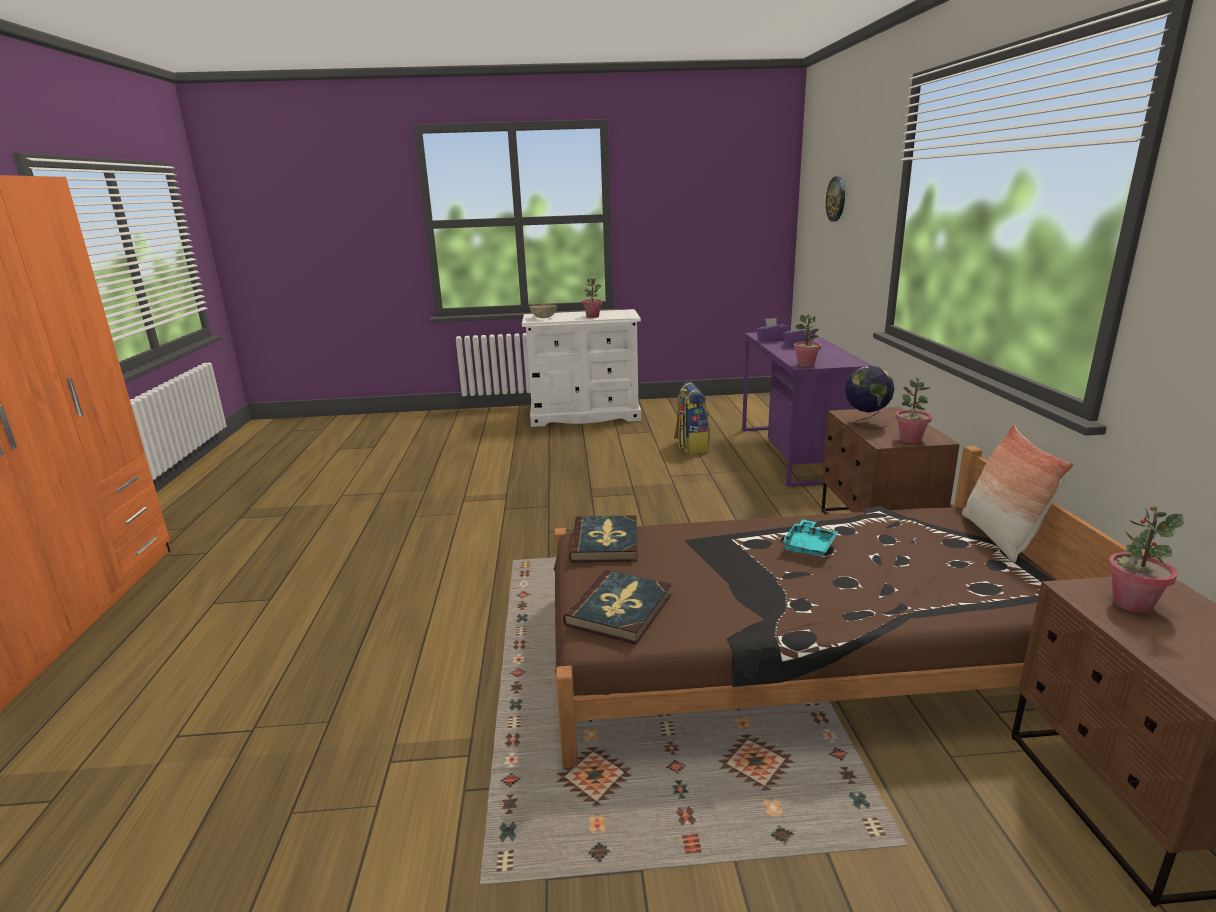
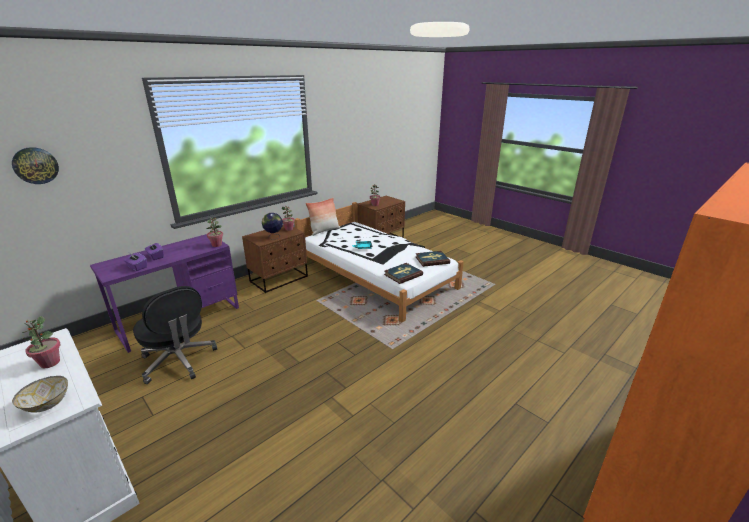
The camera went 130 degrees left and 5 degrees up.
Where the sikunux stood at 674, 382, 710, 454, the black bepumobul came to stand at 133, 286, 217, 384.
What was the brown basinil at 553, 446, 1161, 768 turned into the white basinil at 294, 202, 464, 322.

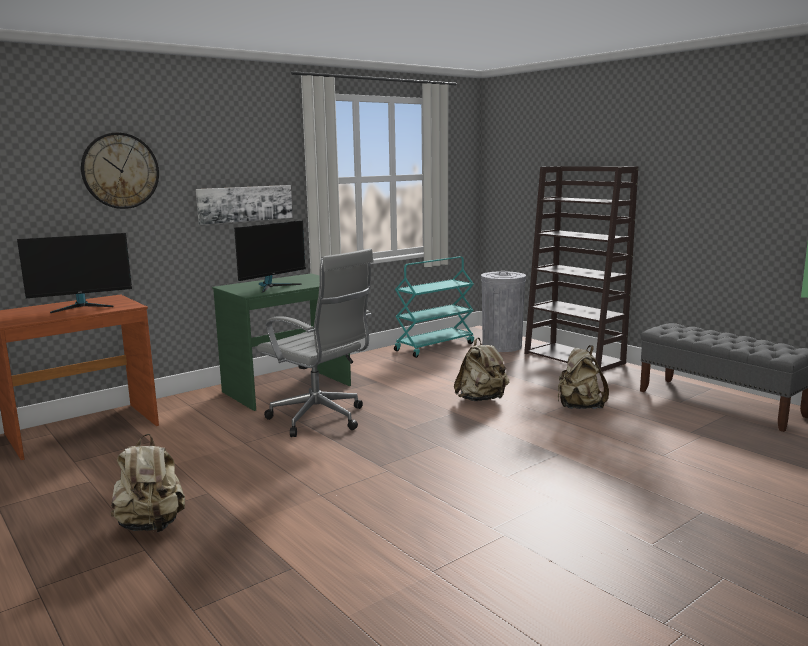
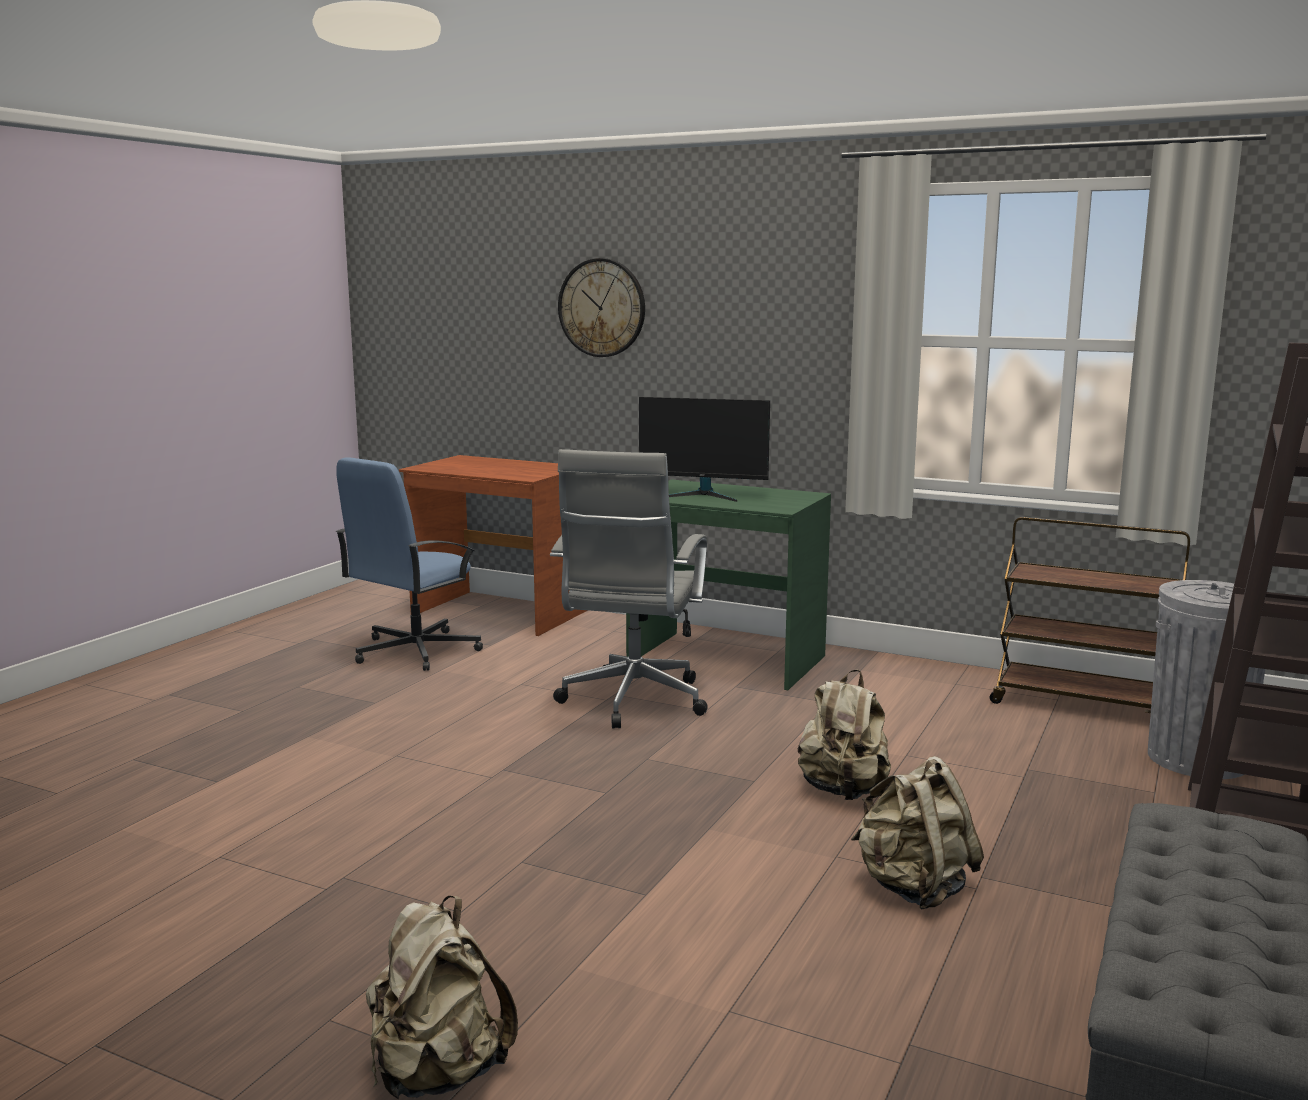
The camera went 65 degrees right and 0 degrees up.
The second view lost the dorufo at 17, 233, 132, 313.
The second view lost the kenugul at 196, 185, 293, 225.
The second view gained the blue bepumobul at 335, 457, 483, 671.
The beige sikunux ended up elsewhere, having gone from 111, 434, 185, 532 to 366, 896, 518, 1100.
What was the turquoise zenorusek at 394, 256, 474, 358 turned into the brown zenorusek at 990, 517, 1190, 714.

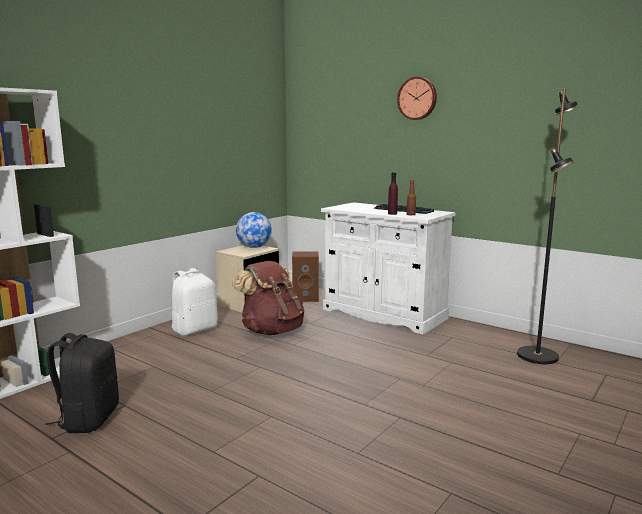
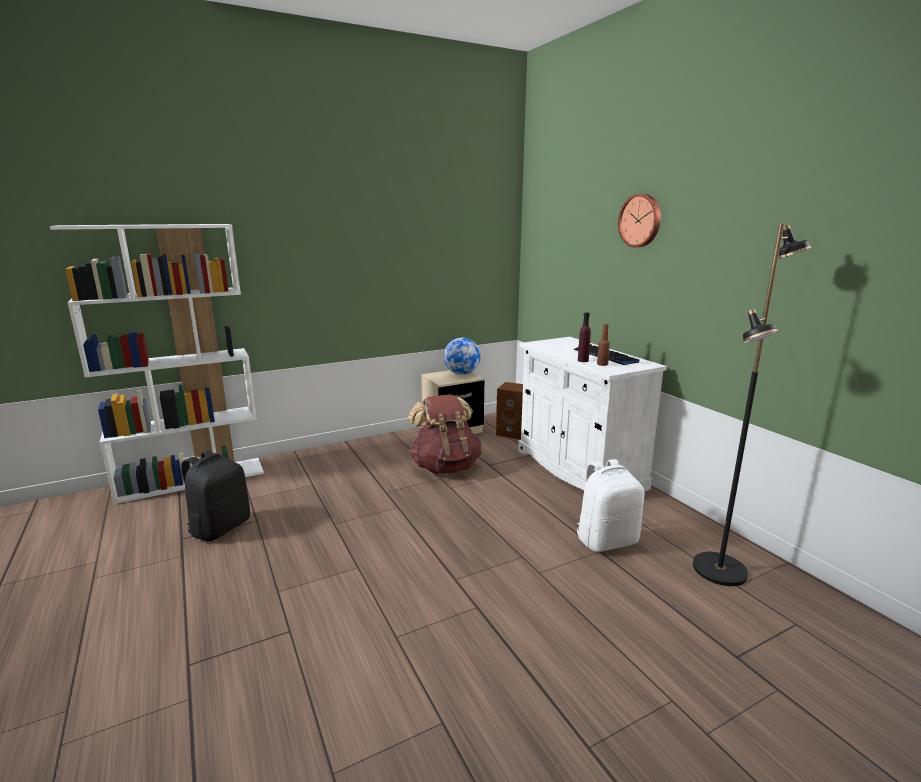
The camera went 25 degrees right and 5 degrees up.
The white sikunux ended up elsewhere, having gone from 172, 268, 218, 336 to 577, 459, 644, 552.

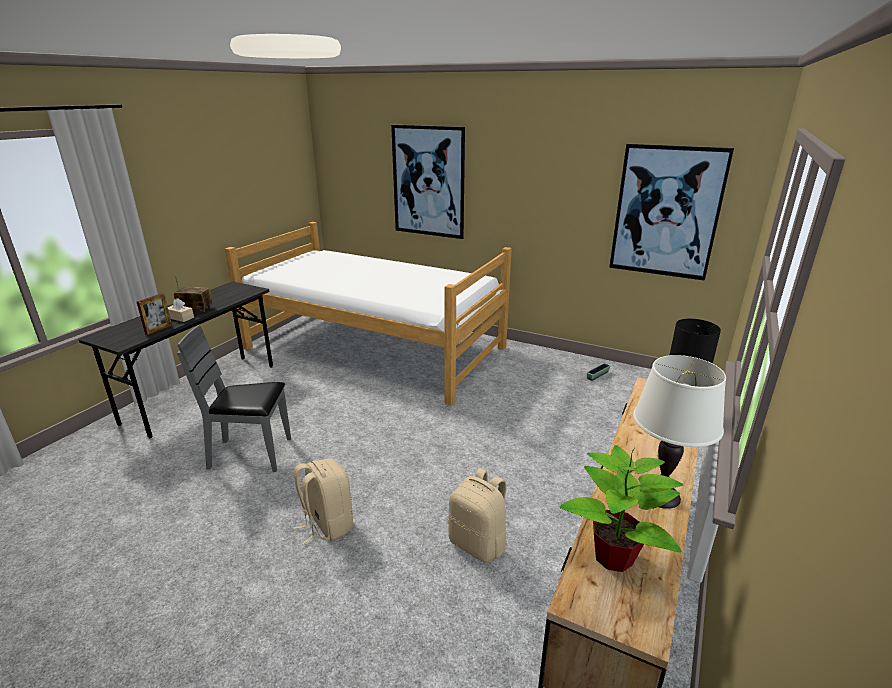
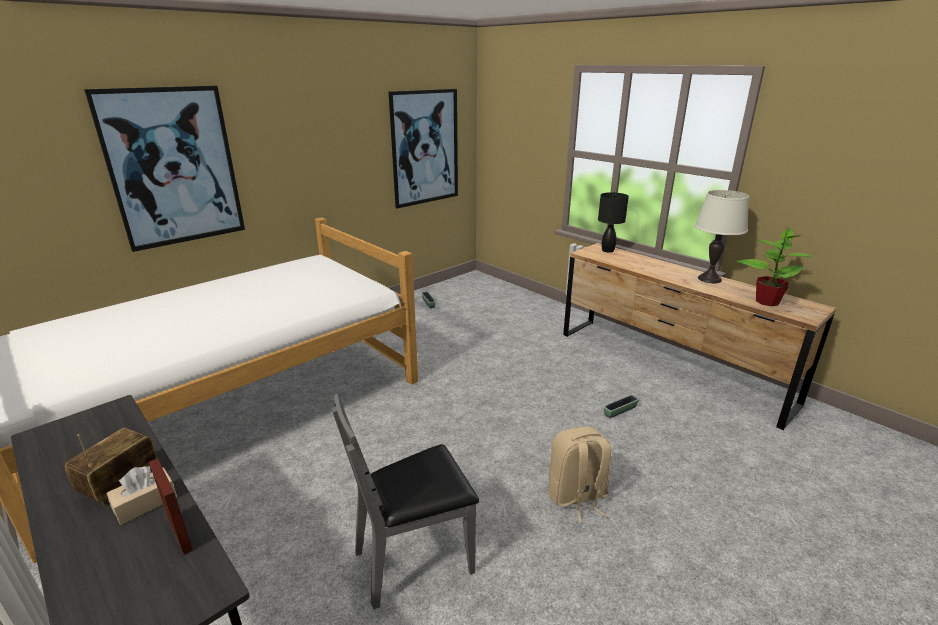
The camera went 70 degrees left and 0 degrees up.
Where the beige sikunux stood at 448, 468, 507, 563, the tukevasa came to stand at 603, 395, 639, 418.
The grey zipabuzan at 177, 325, 291, 472 ended up facing another way, 45 degrees clockwise from before.

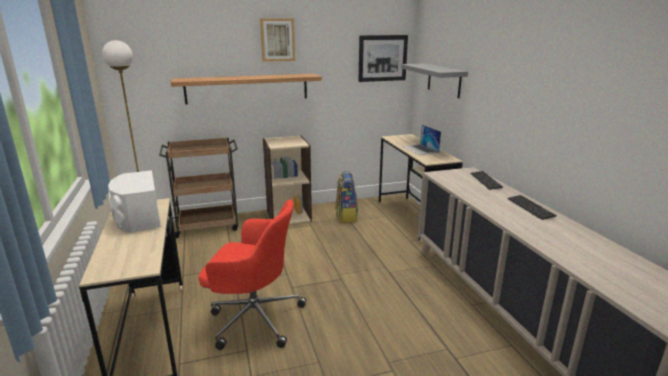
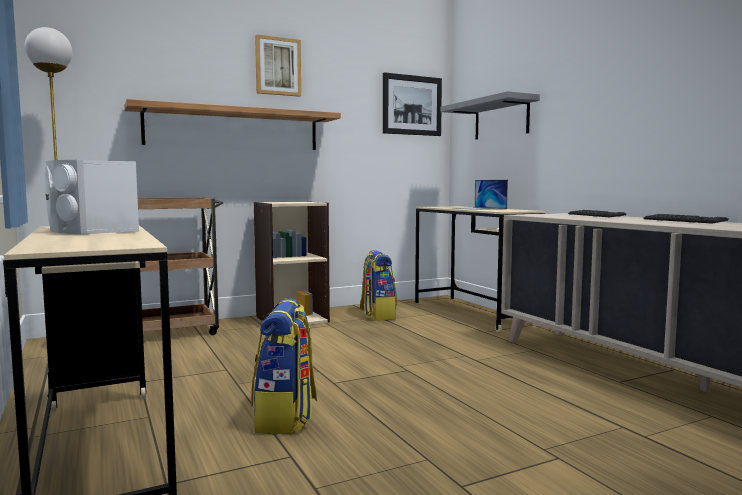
The camera went 10 degrees left and 15 degrees down.
Where the red bepumobul stood at 199, 199, 306, 350, the sikunux came to stand at 251, 299, 317, 434.

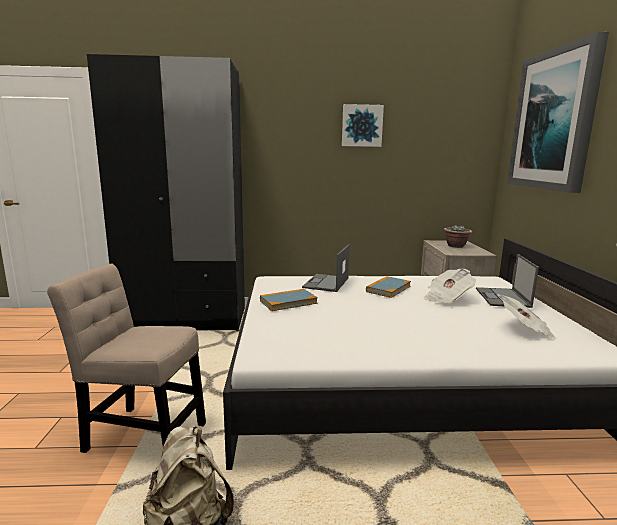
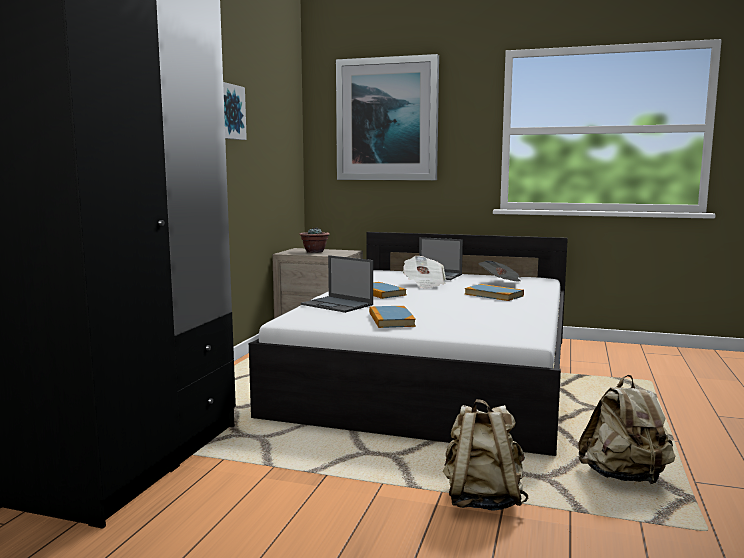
The camera went 70 degrees left and 5 degrees down.
The second view gained the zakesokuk at 465, 284, 524, 301.
Where the beige zipabuzan stood at 47, 264, 206, 453, the beige sikunux came to stand at 443, 399, 529, 511.

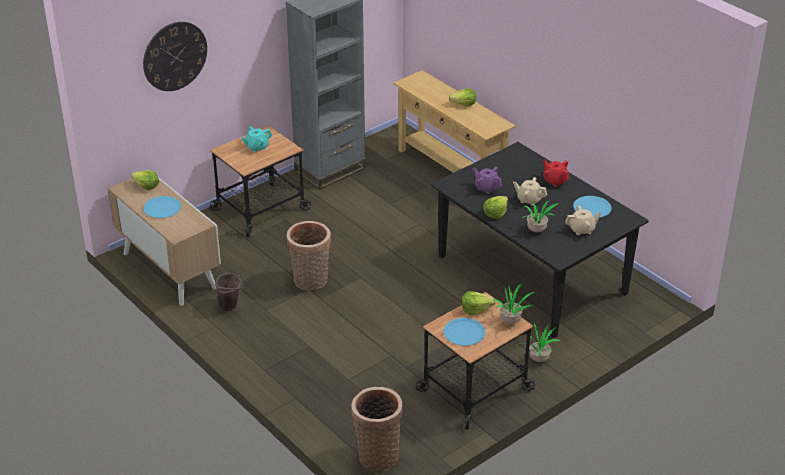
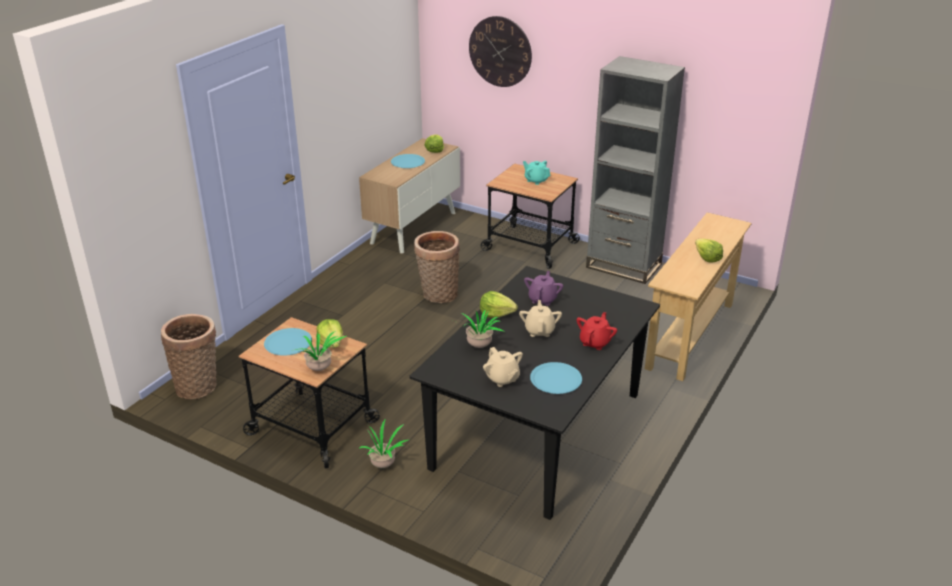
The camera went 70 degrees right and 5 degrees down.
The second view lost the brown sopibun at 215, 273, 243, 311.

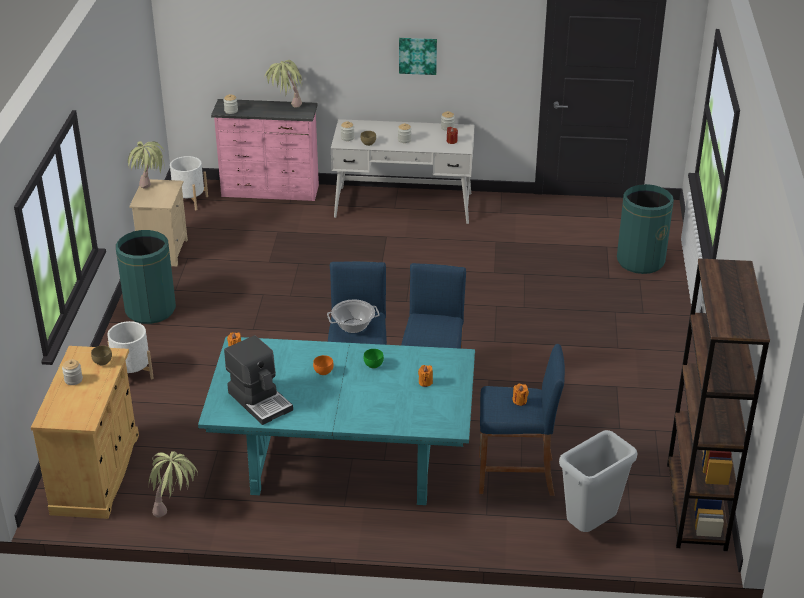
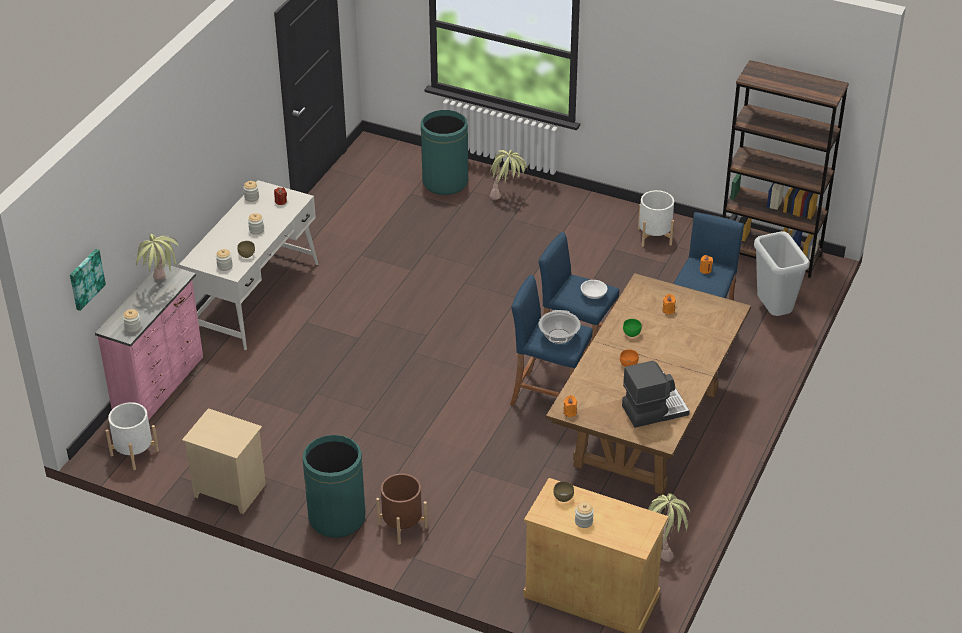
The camera went 70 degrees left and 5 degrees up.
The second view gained the brown tukevasa at 376, 473, 428, 544.
The second view gained the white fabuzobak at 581, 280, 607, 299.
The white tukevasa ended up elsewhere, having gone from 107, 321, 154, 379 to 638, 190, 674, 247.
The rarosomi ended up elsewhere, having gone from 128, 141, 165, 189 to 490, 150, 528, 200.
The kenugul ended up elsewhere, having gone from 399, 38, 437, 75 to 70, 249, 106, 311.
What was the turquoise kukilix at 198, 336, 475, 505 turned into the brown kukilix at 546, 273, 751, 495.

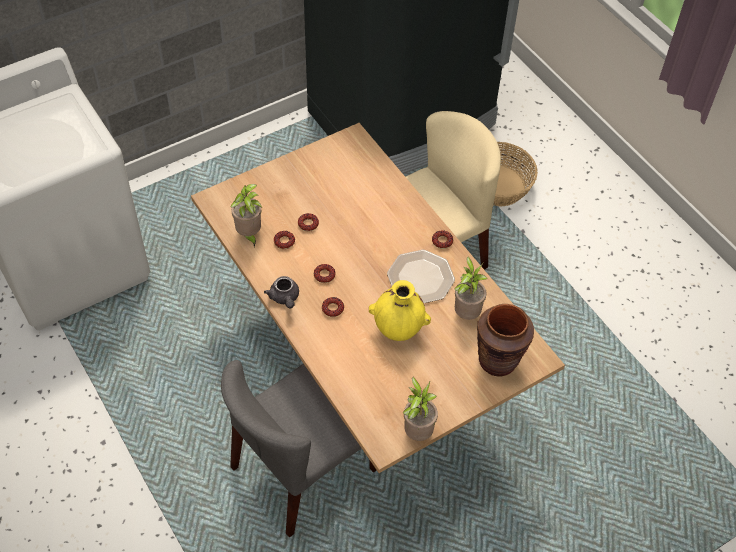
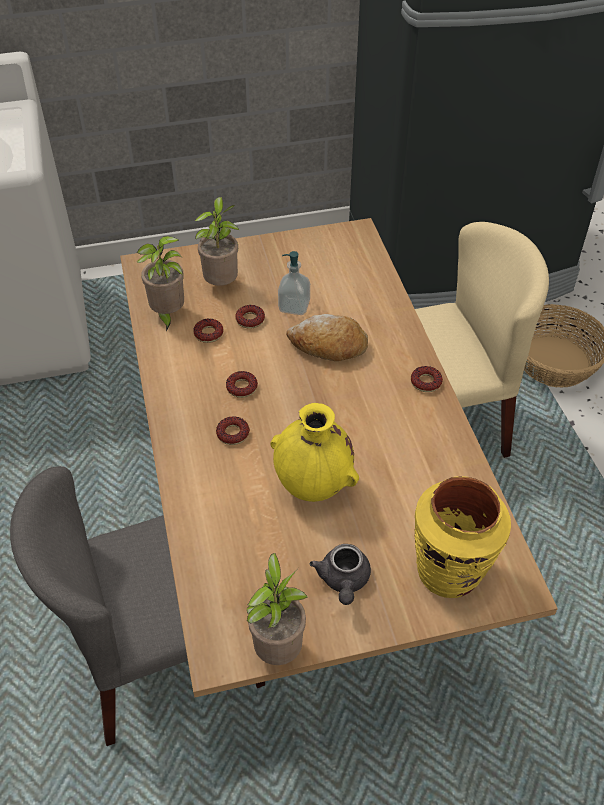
The camera went 20 degrees right and 5 degrees down.
The second view lost the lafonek at 387, 250, 455, 303.
The second view gained the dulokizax at 278, 251, 310, 315.
The second view gained the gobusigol at 286, 314, 368, 361.
The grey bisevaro ended up elsewhere, having gone from 264, 276, 299, 308 to 310, 544, 371, 605.
The rarosomi ended up elsewhere, having gone from 454, 256, 488, 320 to 194, 197, 239, 286.
What was the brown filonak at 477, 304, 534, 376 turned into the yellow filonak at 415, 476, 511, 598.

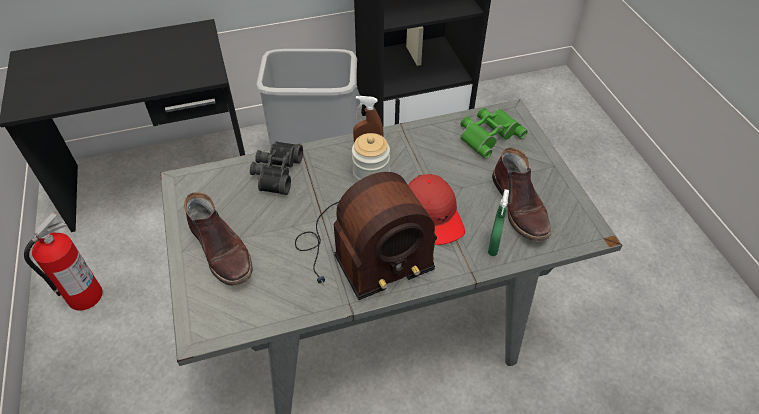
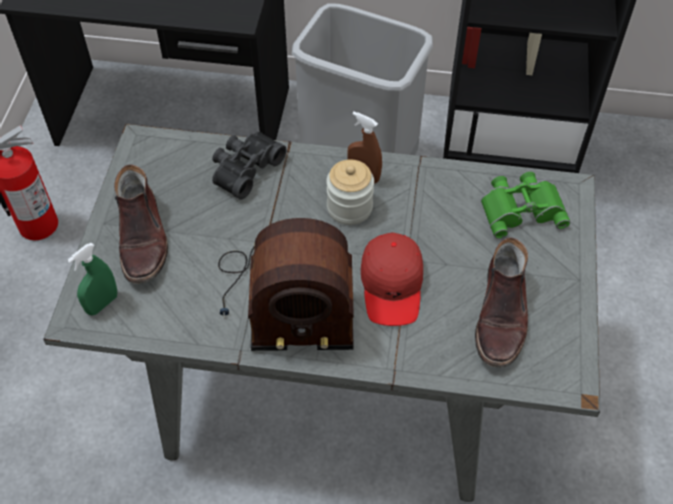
The camera went 25 degrees right and 5 degrees up.
The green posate ended up elsewhere, having gone from 488, 189, 509, 256 to 68, 243, 117, 315.

